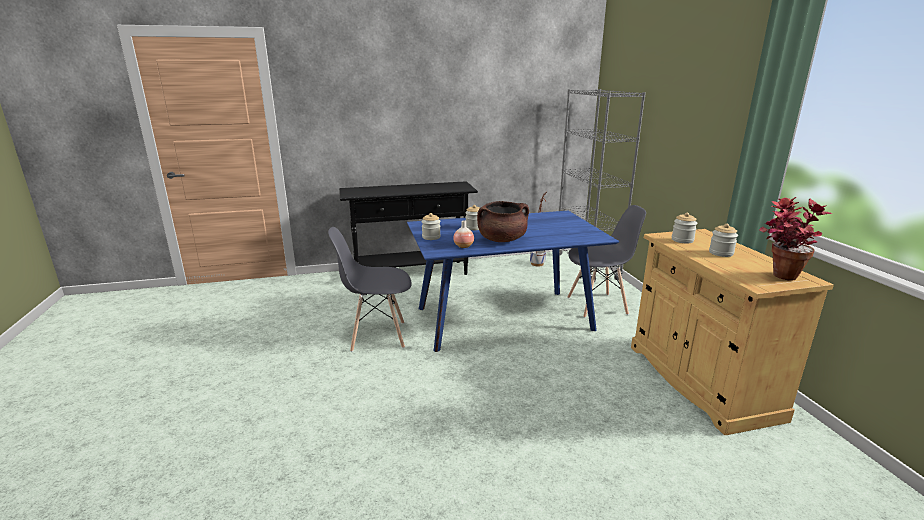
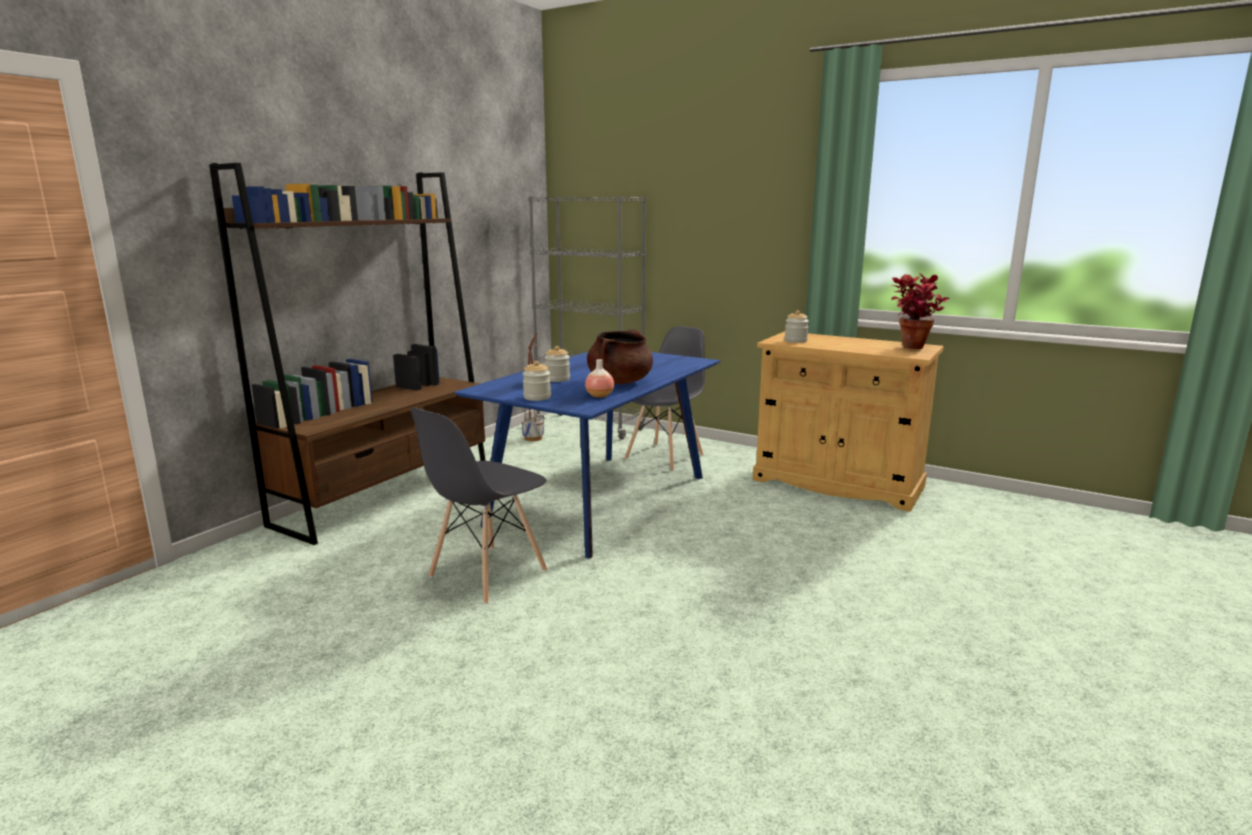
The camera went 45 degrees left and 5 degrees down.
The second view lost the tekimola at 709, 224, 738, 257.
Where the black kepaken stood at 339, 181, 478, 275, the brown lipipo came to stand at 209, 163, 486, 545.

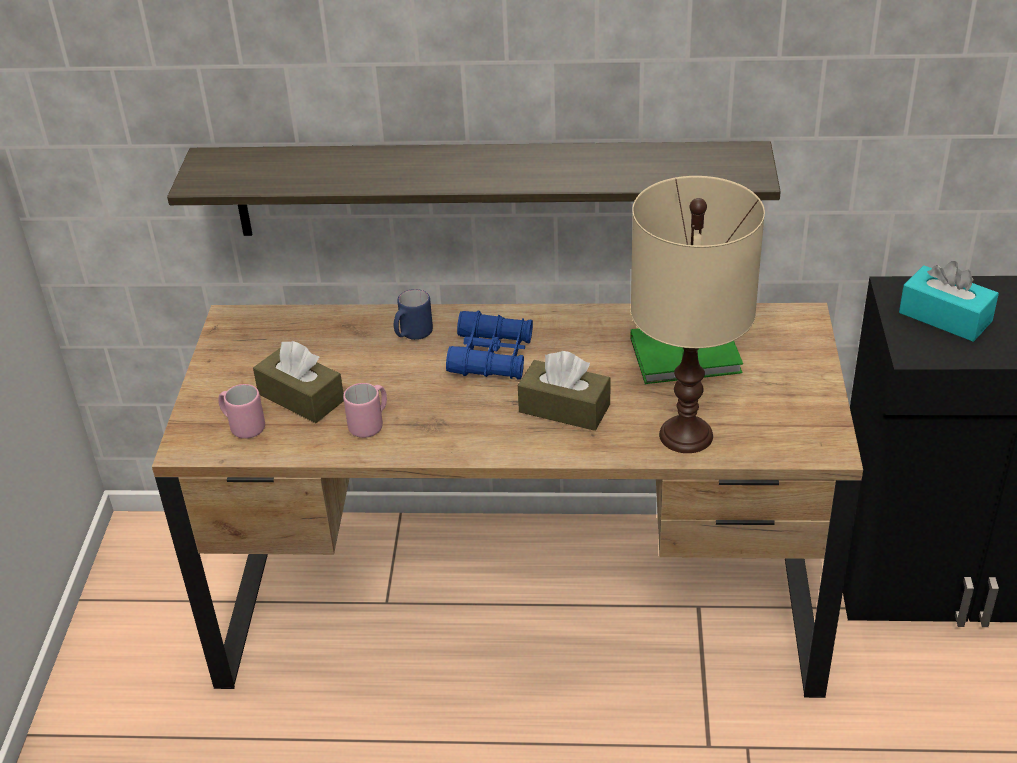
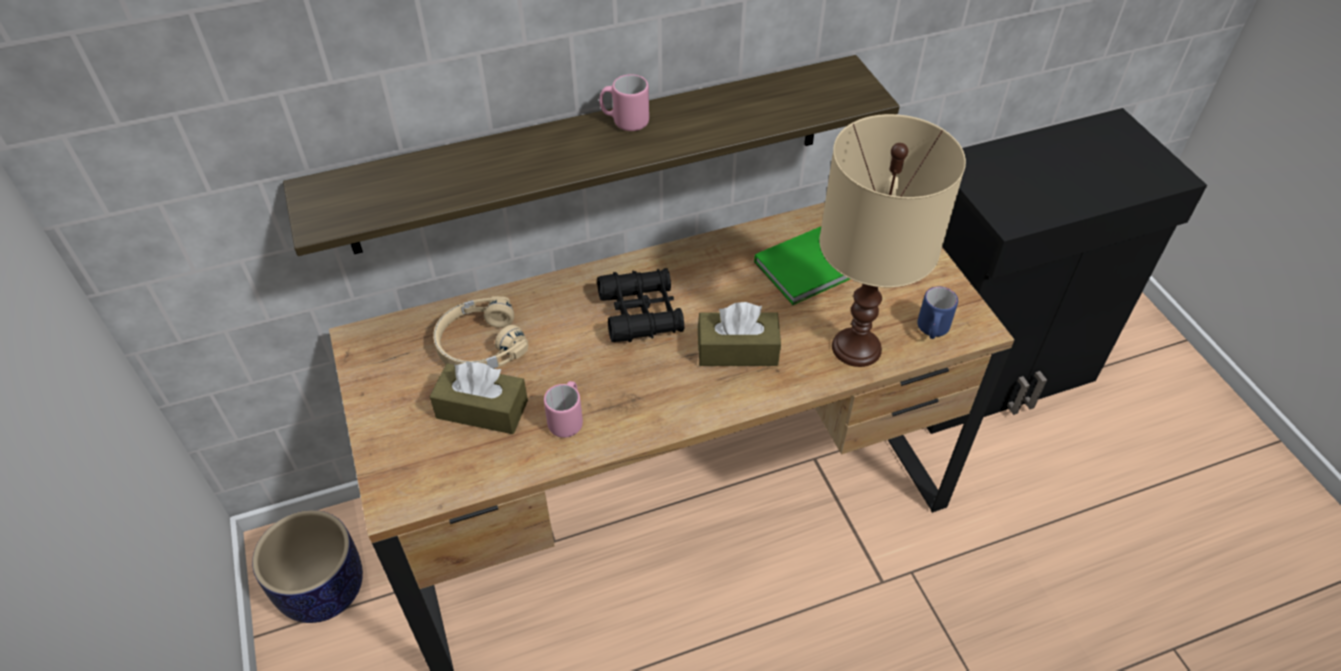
The camera went 25 degrees left and 10 degrees up.
The second view lost the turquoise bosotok at 899, 261, 999, 342.
The second view gained the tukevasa at 252, 510, 363, 623.
The second view gained the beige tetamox at 433, 296, 529, 369.
The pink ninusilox ended up elsewhere, having gone from 218, 384, 265, 439 to 599, 74, 649, 131.
The blue ninusilox ended up elsewhere, having gone from 394, 289, 433, 340 to 917, 286, 958, 339.
What was the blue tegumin at 446, 310, 533, 379 turned into the black tegumin at 597, 268, 684, 342.

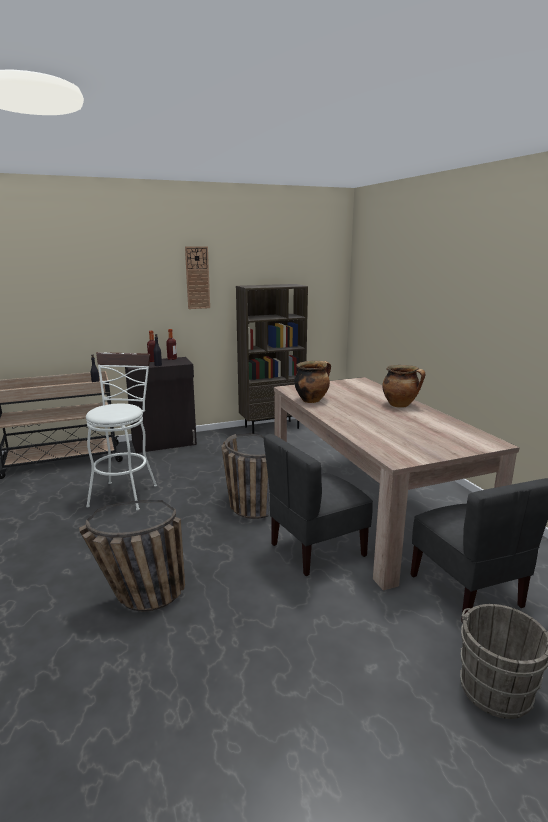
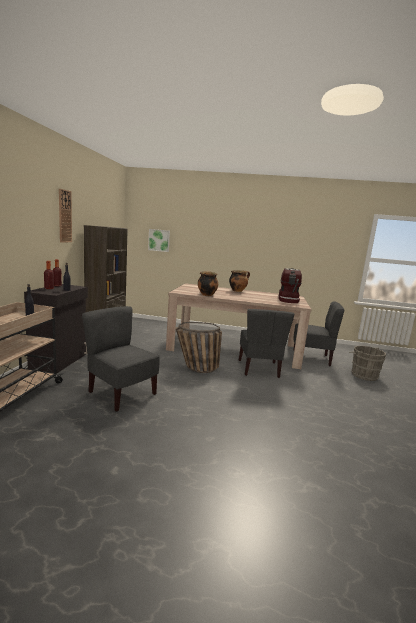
The camera went 60 degrees left and 5 degrees down.
The second view lost the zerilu at 79, 500, 185, 611.
The second view gained the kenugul at 148, 229, 170, 252.
The second view gained the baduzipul at 279, 268, 302, 303.
Where the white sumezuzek stood at 86, 352, 157, 511, the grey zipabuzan came to stand at 82, 306, 160, 412.

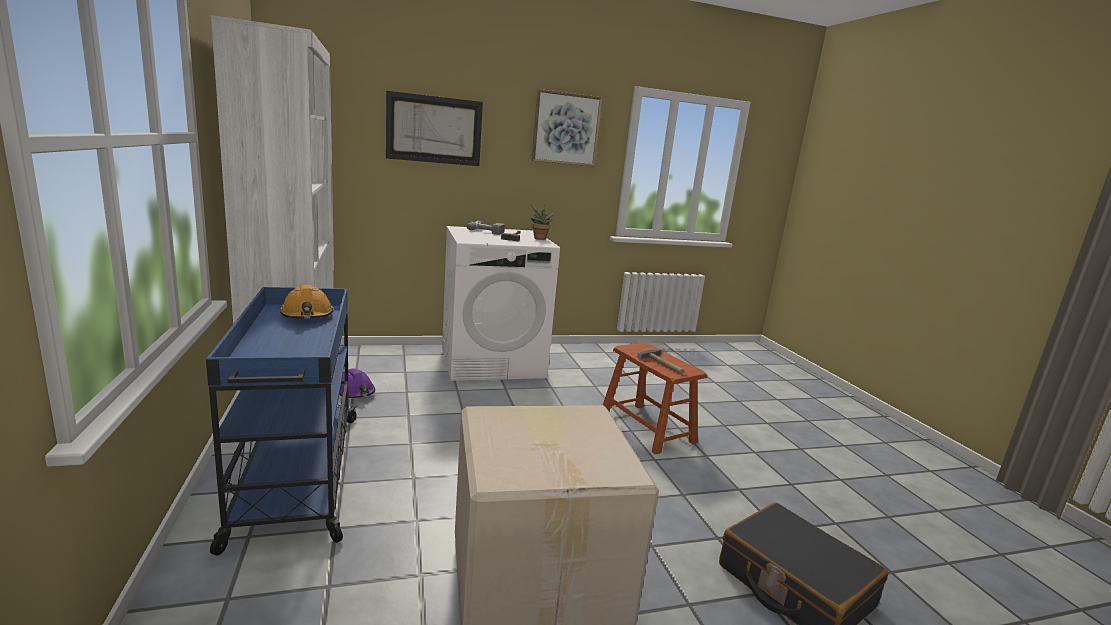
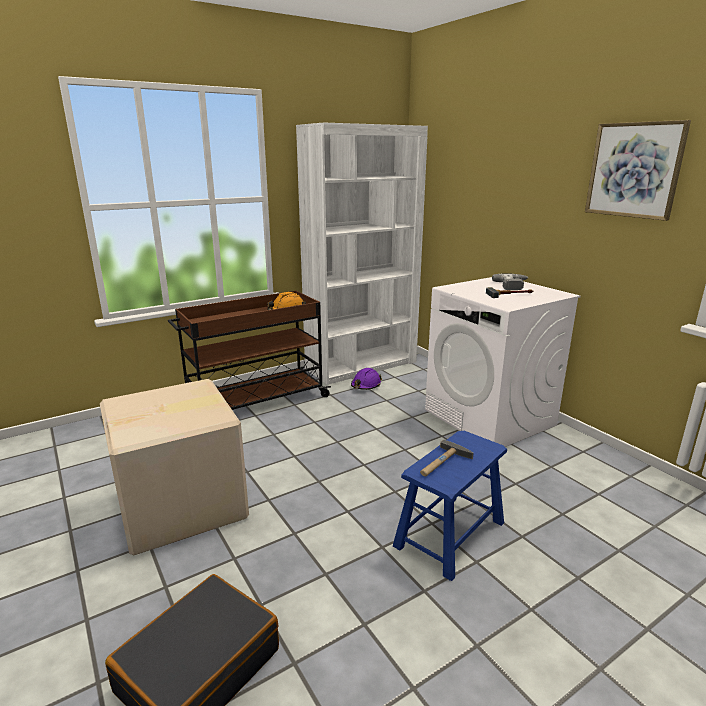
The camera went 75 degrees right and 5 degrees up.
The second view lost the kenugul at 386, 91, 483, 166.
The second view lost the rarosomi at 530, 204, 557, 240.
What was the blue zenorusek at 206, 287, 359, 555 turned into the brown zenorusek at 168, 291, 331, 410.
What was the brown sumezuzek at 603, 342, 707, 455 turned into the blue sumezuzek at 393, 431, 507, 581.

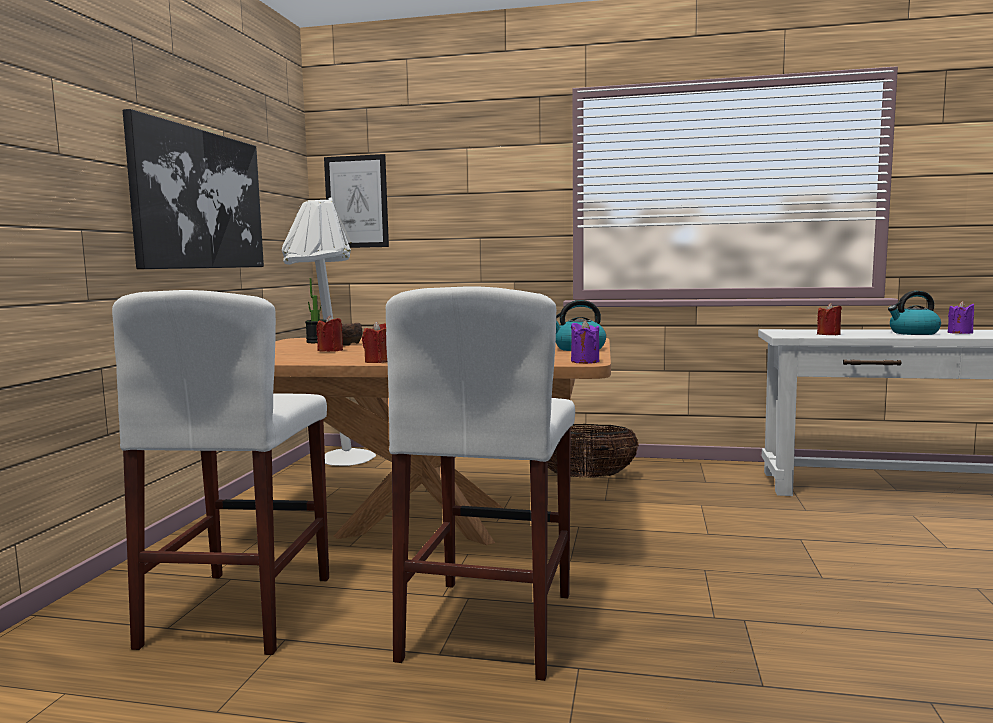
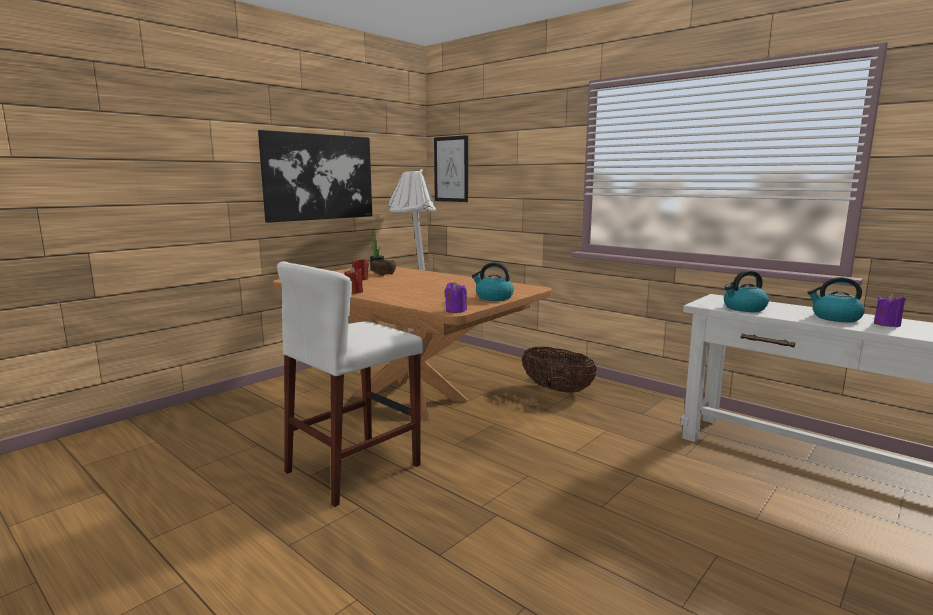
The camera went 30 degrees right and 5 degrees up.
The second view lost the white sumezuzek at 112, 290, 329, 655.
Where the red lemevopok stood at 817, 303, 842, 335, the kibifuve came to stand at 724, 270, 769, 312.

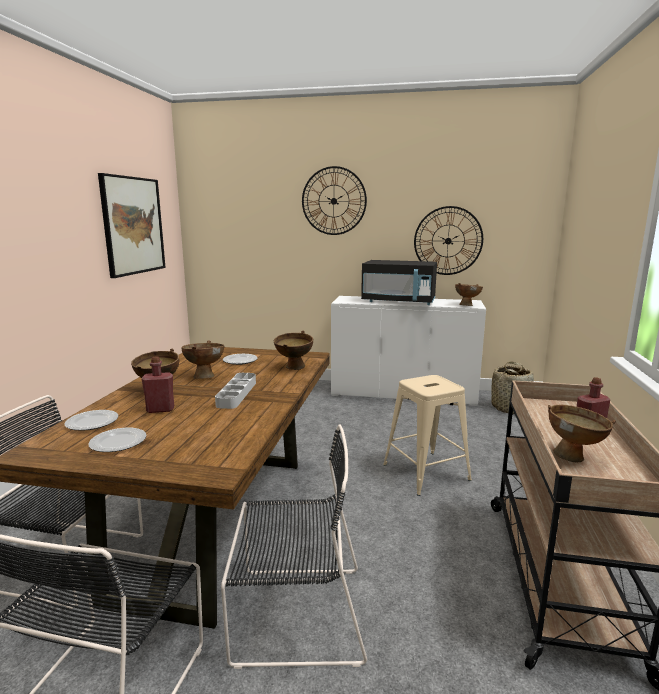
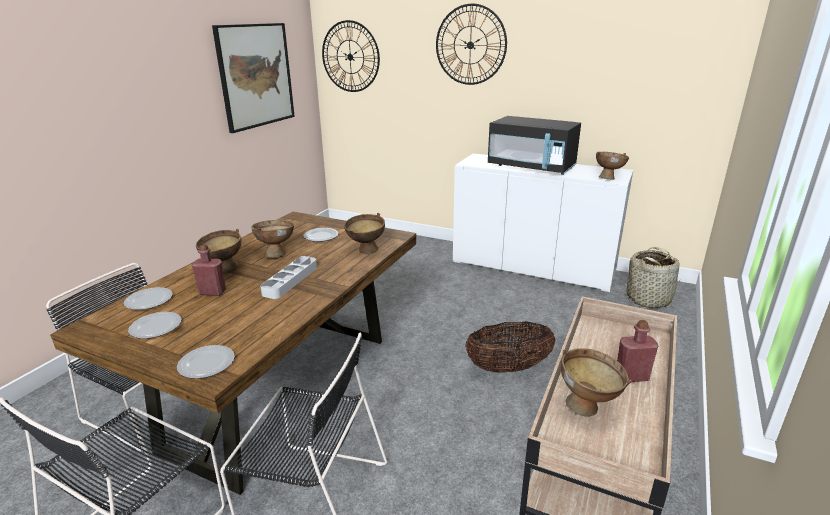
The camera went 15 degrees right and 10 degrees up.
The second view gained the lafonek at 177, 345, 235, 379.
The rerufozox ended up elsewhere, having gone from 414, 206, 483, 275 to 322, 20, 380, 92.
Where the beige sumezuzek stood at 383, 375, 472, 496, the zerilu came to stand at 465, 321, 556, 373.

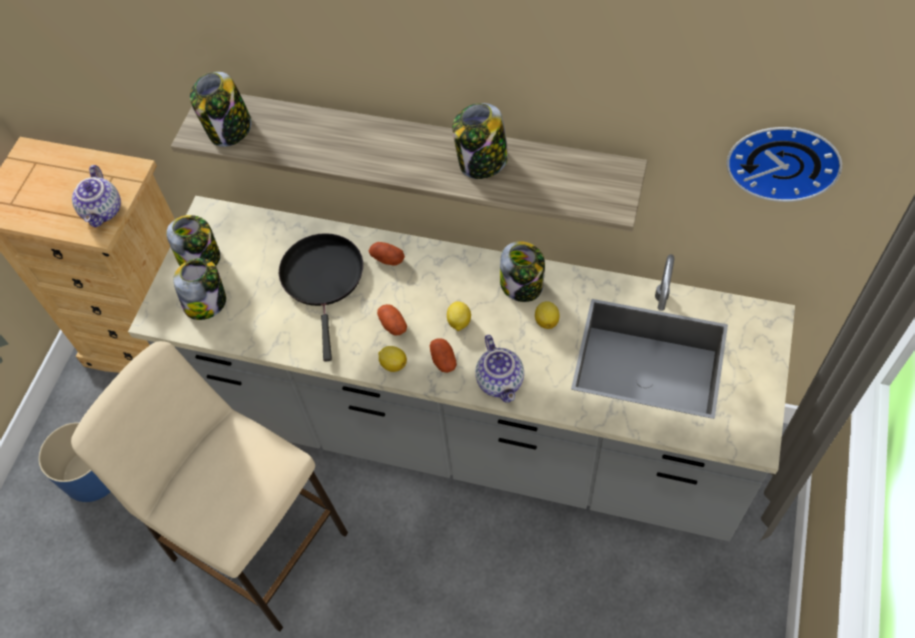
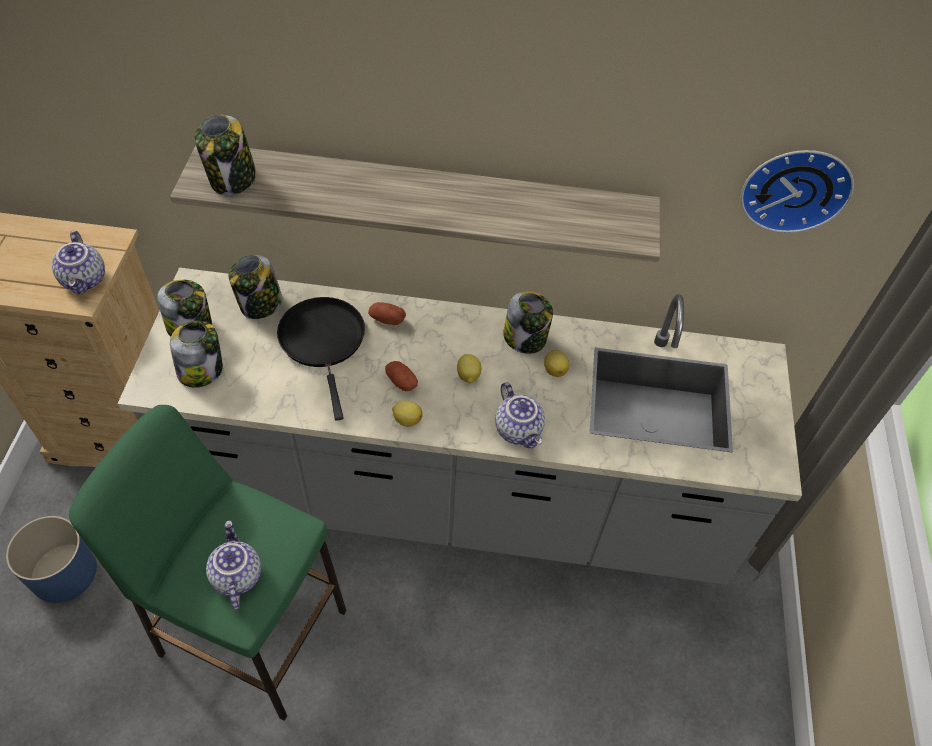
The camera went 15 degrees left and 5 degrees down.
The second view lost the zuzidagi at 430, 338, 457, 373.
The second view gained the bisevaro at 206, 520, 261, 609.
The tekimola ended up elsewhere, having gone from 452, 103, 508, 179 to 229, 255, 282, 319.
What was the beige sumezuzek at 71, 341, 348, 632 turned into the green sumezuzek at 69, 405, 346, 721.

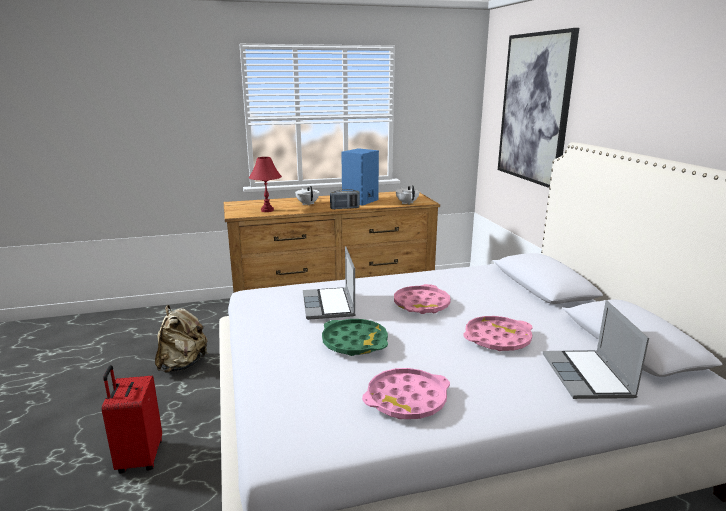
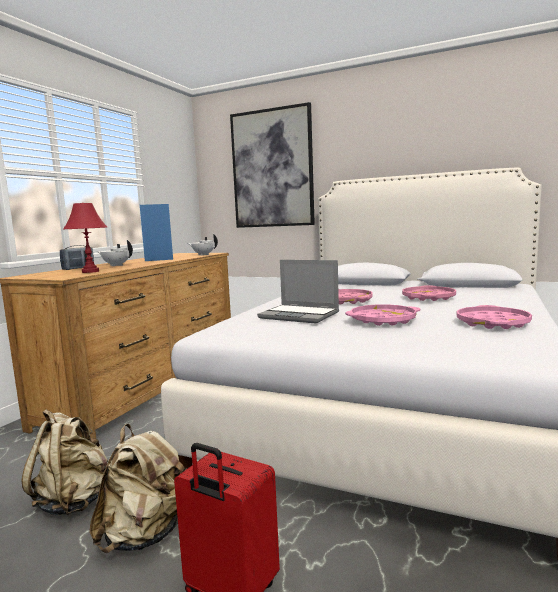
The camera went 50 degrees left and 10 degrees down.
The second view lost the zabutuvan at 543, 300, 649, 399.
The second view gained the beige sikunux at 89, 424, 187, 553.
The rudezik ended up elsewhere, having gone from 330, 189, 360, 209 to 60, 245, 94, 270.
What was the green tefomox at 322, 319, 388, 356 turned into the pink tefomox at 345, 304, 420, 326.

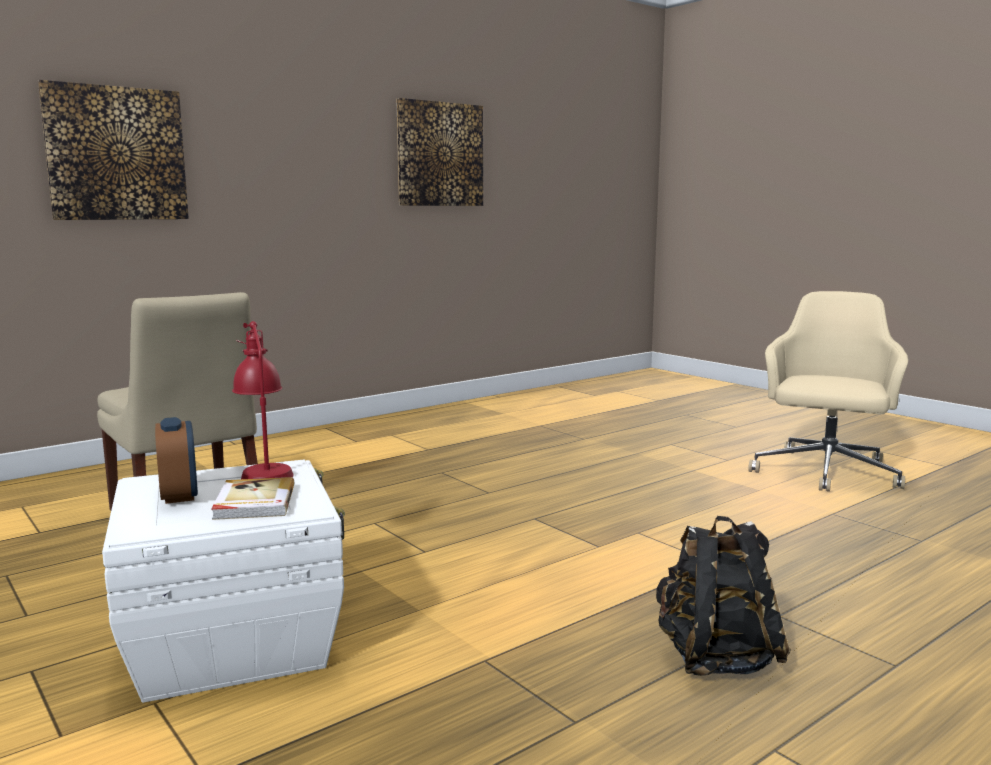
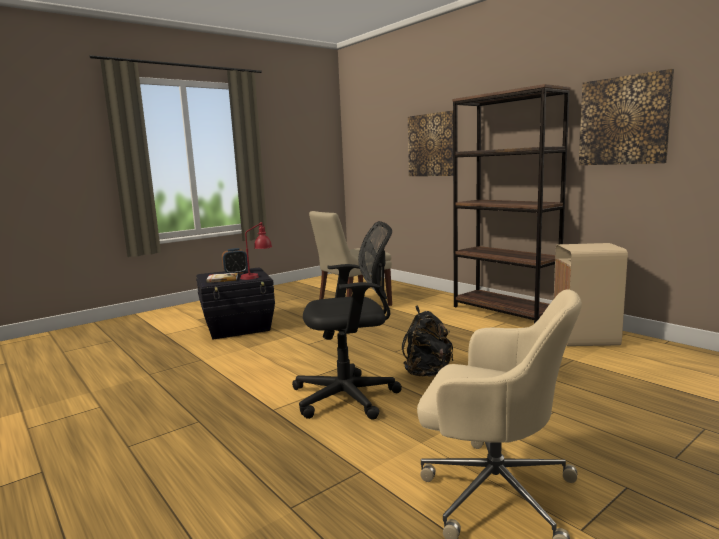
The camera went 90 degrees right and 0 degrees up.
The second view gained the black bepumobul at 292, 221, 402, 420.
The second view gained the brown lipipo at 453, 84, 570, 324.
The second view gained the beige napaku at 554, 243, 628, 346.
The black sikunux ended up elsewhere, having gone from 656, 516, 791, 676 to 402, 306, 453, 377.
What was the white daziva at 102, 460, 345, 703 turned into the black daziva at 196, 268, 275, 340.

